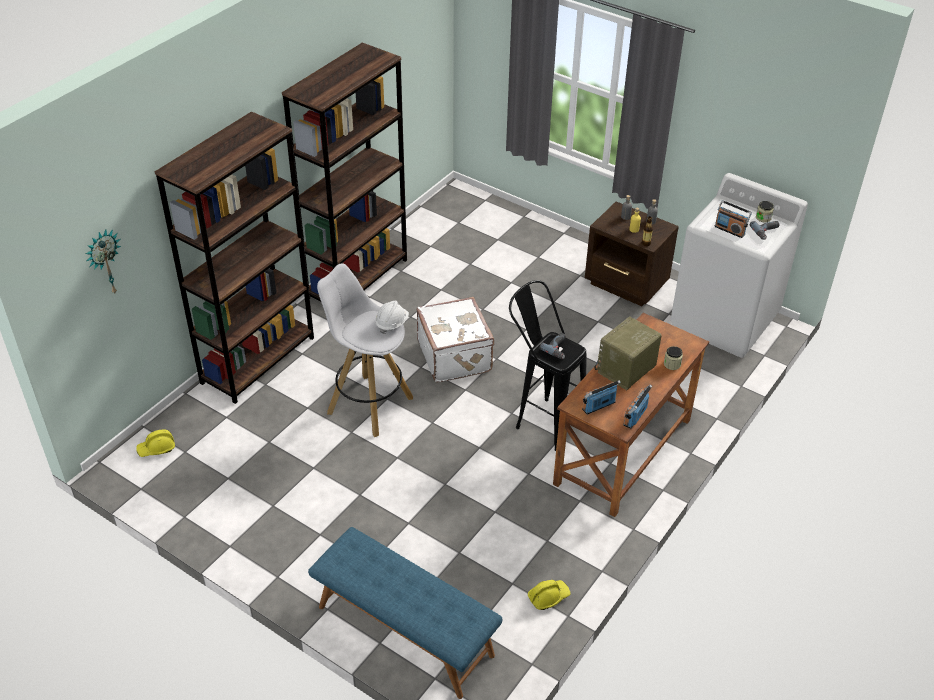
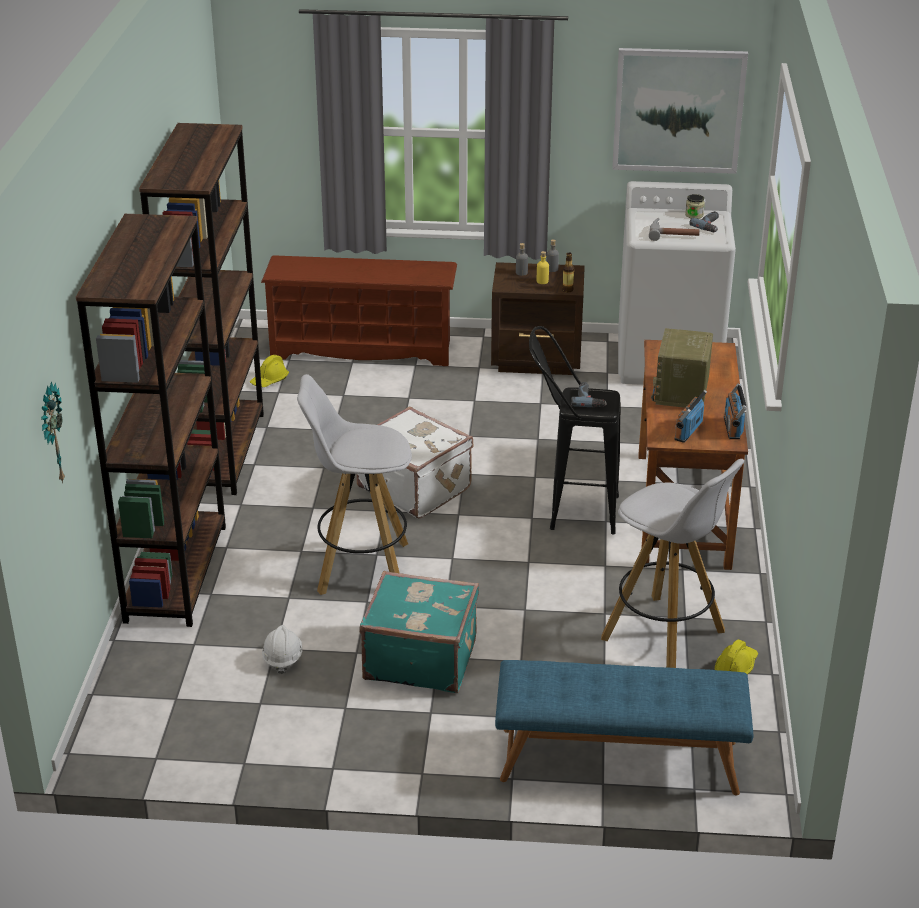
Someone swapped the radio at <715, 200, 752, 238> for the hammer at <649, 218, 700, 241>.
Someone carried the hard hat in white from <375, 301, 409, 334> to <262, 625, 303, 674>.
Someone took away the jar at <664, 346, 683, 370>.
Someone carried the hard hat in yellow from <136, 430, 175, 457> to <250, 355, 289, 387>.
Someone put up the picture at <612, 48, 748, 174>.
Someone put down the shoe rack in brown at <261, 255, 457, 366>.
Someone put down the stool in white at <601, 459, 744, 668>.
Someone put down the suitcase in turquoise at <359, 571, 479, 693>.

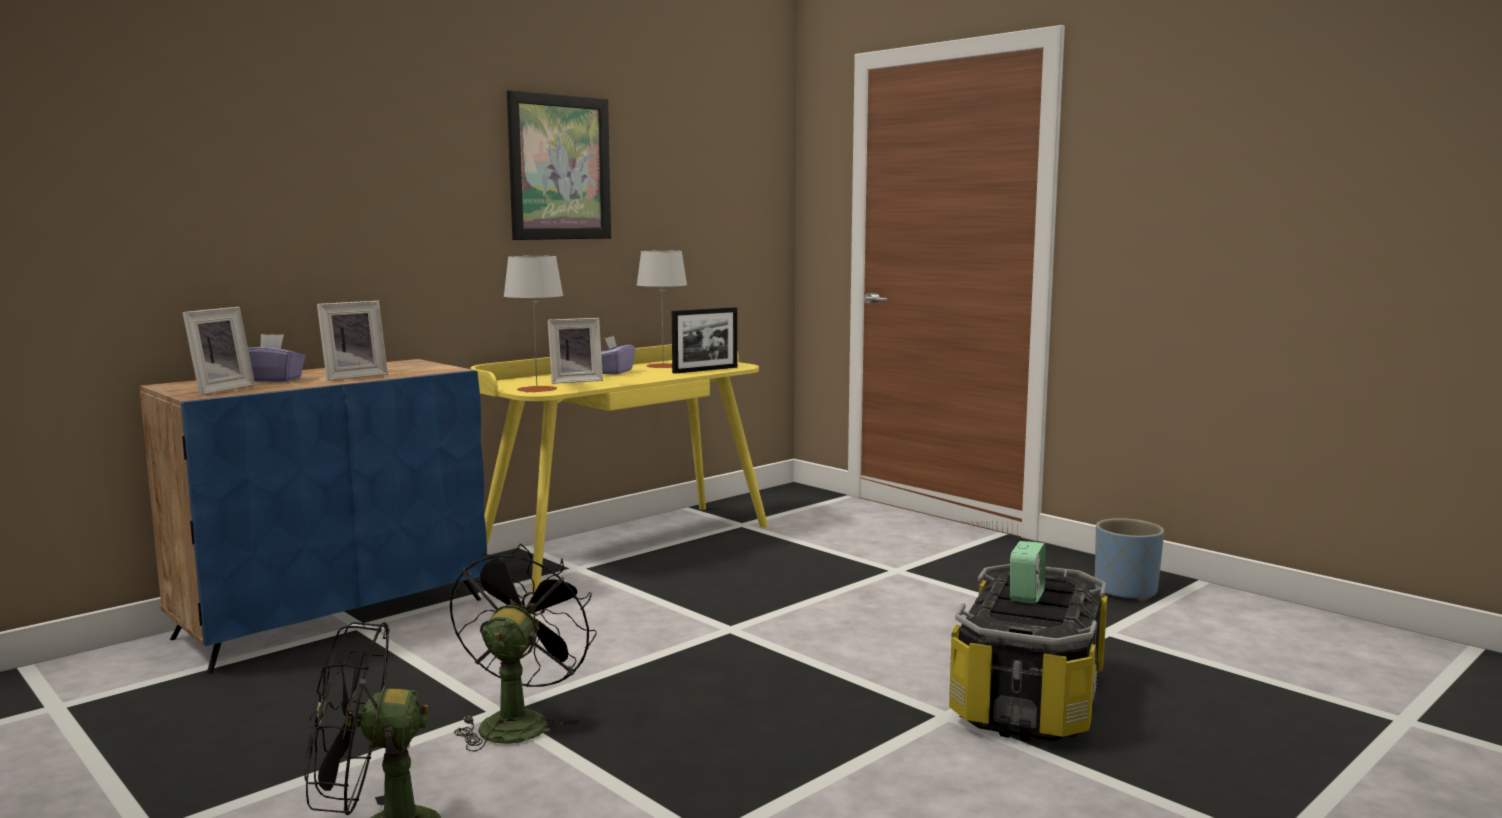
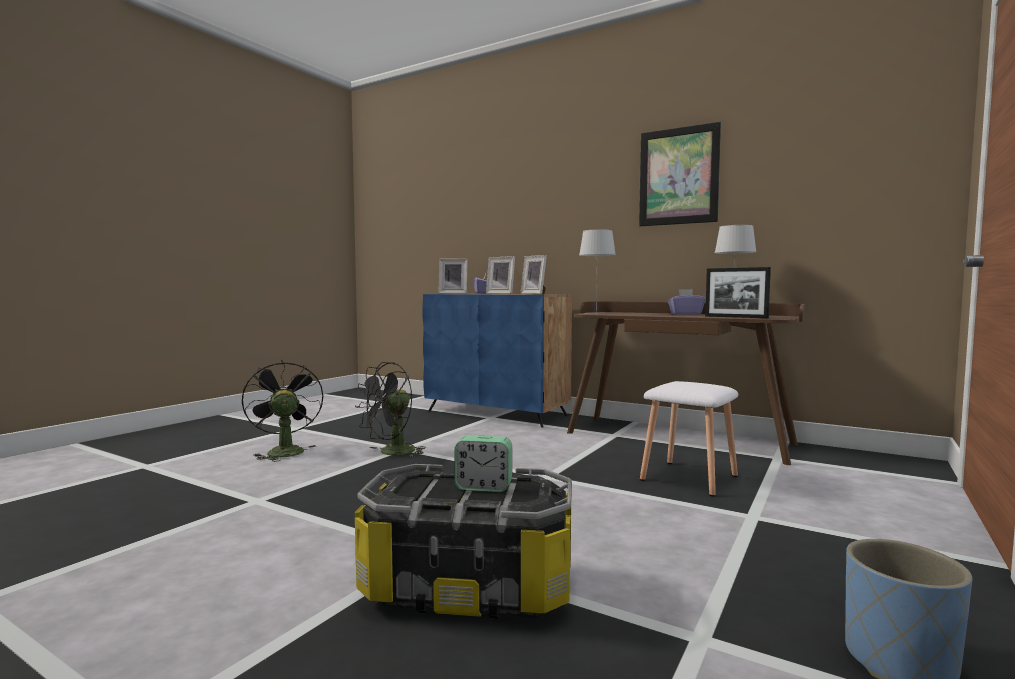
Someone carried the picture frame from <548, 318, 603, 384> to <520, 255, 547, 294>.
Someone repainted the desk in yellow at <471, 344, 768, 591>, which became the desk in brown at <567, 301, 805, 465>.
Someone rotated the fan in black at <450, 543, 597, 752> by 135 degrees clockwise.
Someone put down the stool in white at <640, 381, 738, 497>.

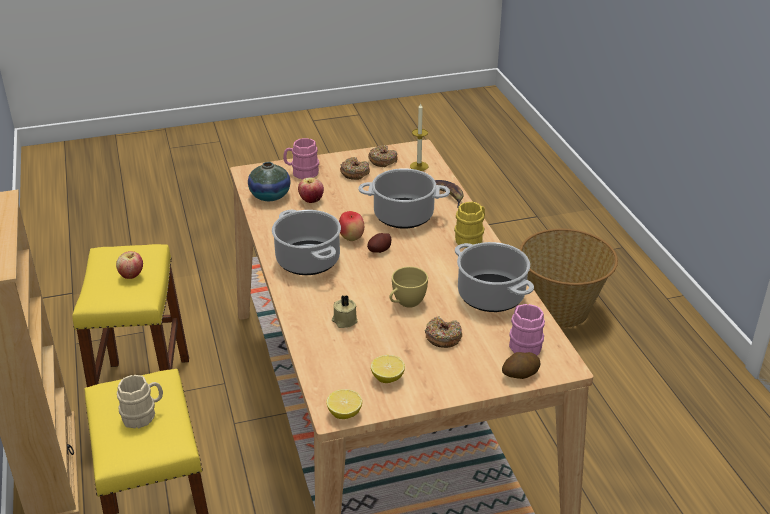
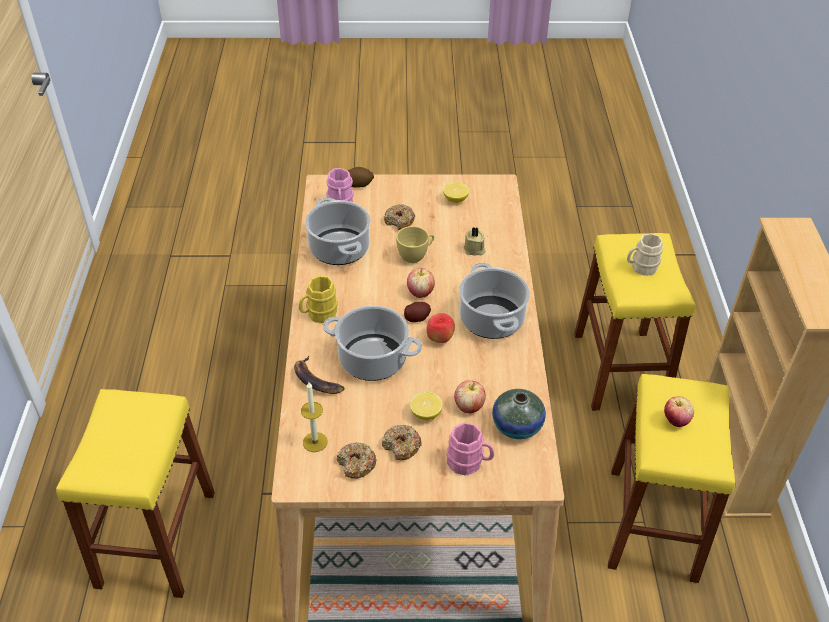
Someone swapped the basket at <519, 229, 618, 328> for the stool in yellow at <56, 389, 215, 598>.
Someone carried the lemon from <326, 389, 362, 419> to <410, 391, 443, 420>.
Someone put down the apple at <407, 268, 435, 298>.

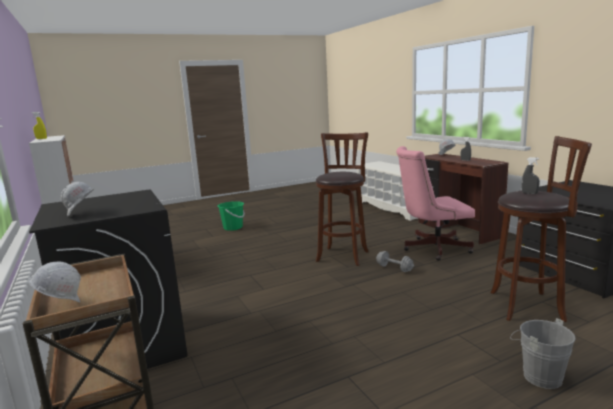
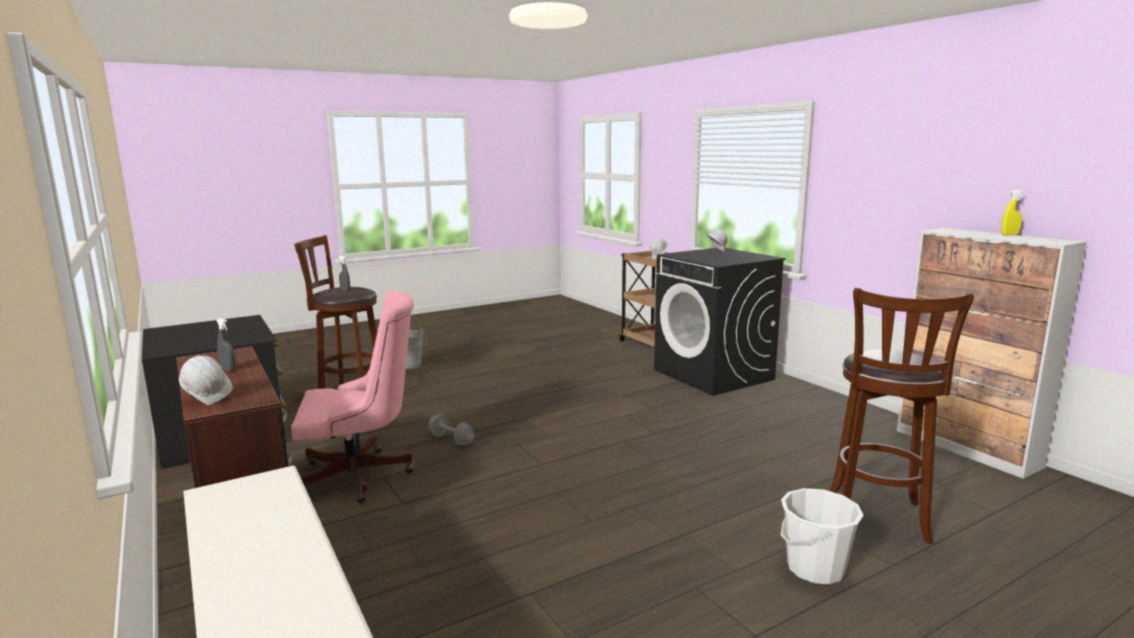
Someone carried the stool in brown from <316, 132, 368, 266> to <830, 288, 974, 544>.
Someone repainted the bucket in green at <217, 201, 245, 231>, which became the bucket in white at <780, 488, 864, 584>.

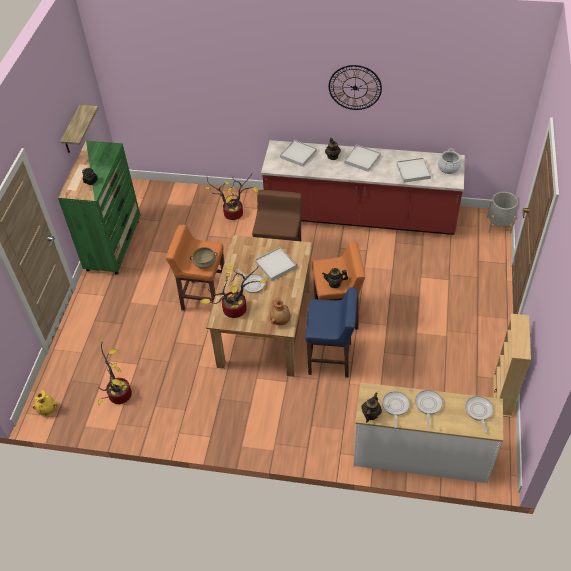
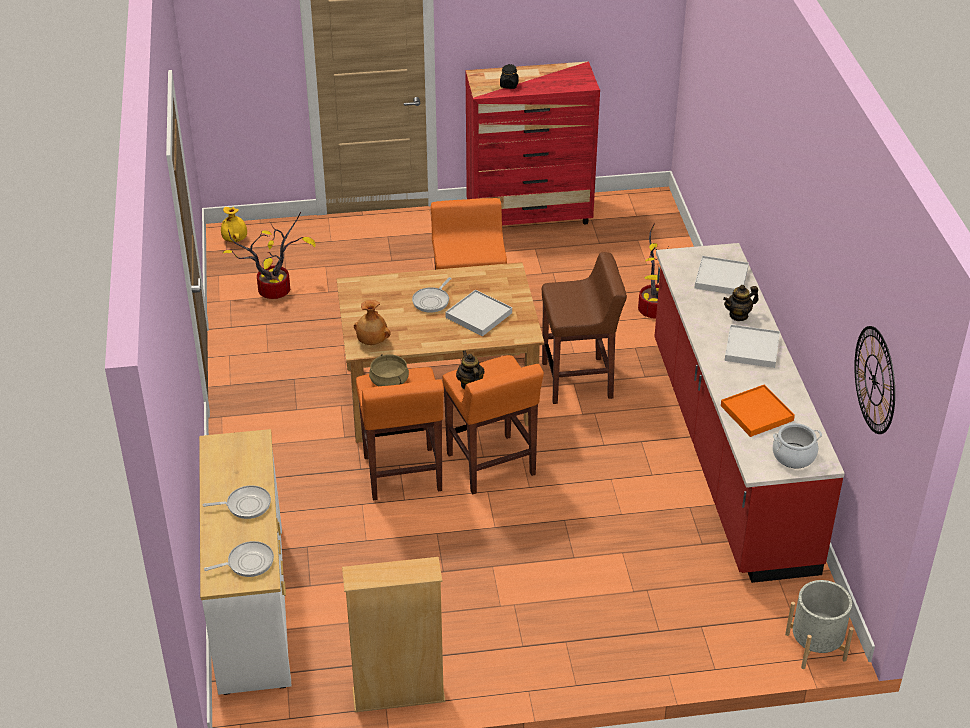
Someone carried the wall clock from <329, 65, 382, 110> to <854, 326, 895, 434>.
Someone took away the shelf at <60, 105, 98, 153>.
Someone repainted the dresser in green at <58, 141, 140, 274>, which became the dresser in red at <466, 61, 600, 225>.
Someone repainted the tray in white at <397, 158, 431, 183>, which became the tray in orange at <721, 384, 795, 437>.
Someone carried the cooking pot in beige from <190, 247, 218, 269> to <369, 354, 409, 386>.
Someone took away the potted plant at <200, 265, 267, 318>.
Someone repainted the stool in blue at <305, 287, 358, 378>, which became the stool in orange at <356, 367, 444, 500>.
Someone took away the frying pan at <382, 391, 410, 428>.
Someone took away the teapot at <361, 393, 382, 422>.

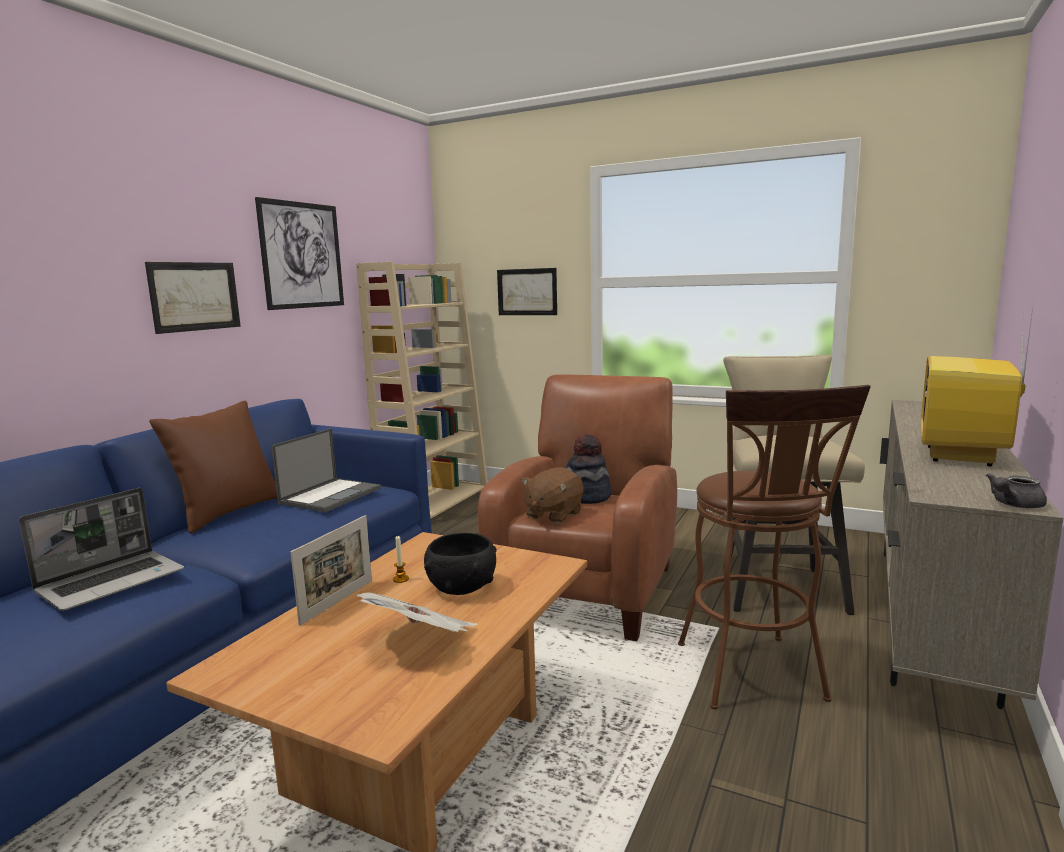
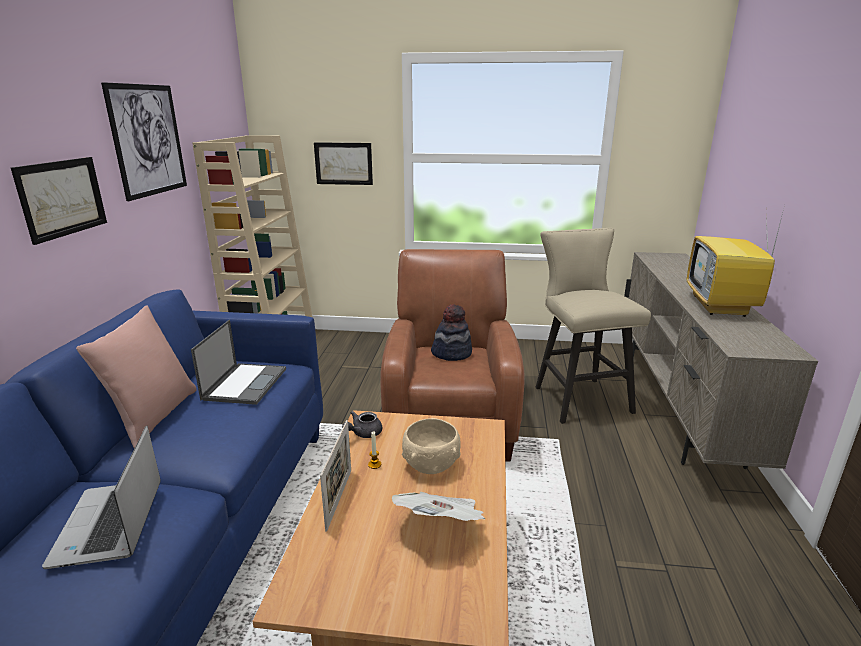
Someone took away the stool in brown at <678, 385, 871, 710>.
Someone repainted the pillow in brown at <149, 401, 277, 534>, which became the pillow in pink at <76, 305, 197, 448>.
Someone took away the plush toy in brown at <521, 467, 584, 523>.
Someone carried the teapot in grey from <986, 473, 1047, 508> to <342, 411, 382, 438>.
Someone rotated the laptop at <19, 488, 184, 611> by 150 degrees clockwise.
Someone repainted the bowl in black at <424, 533, 497, 595>, which became the bowl in beige at <402, 418, 461, 474>.

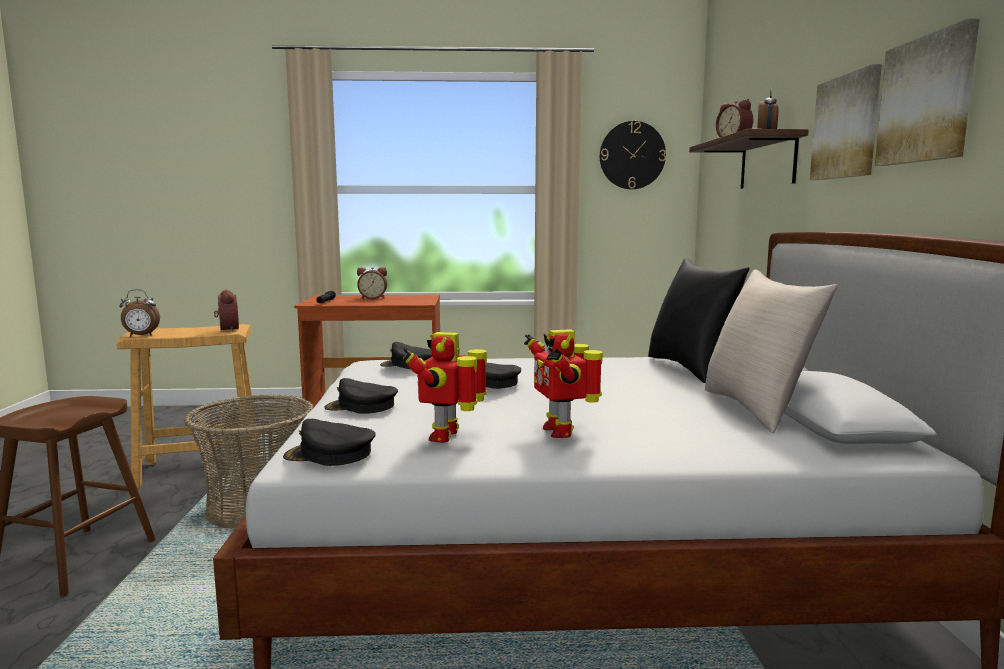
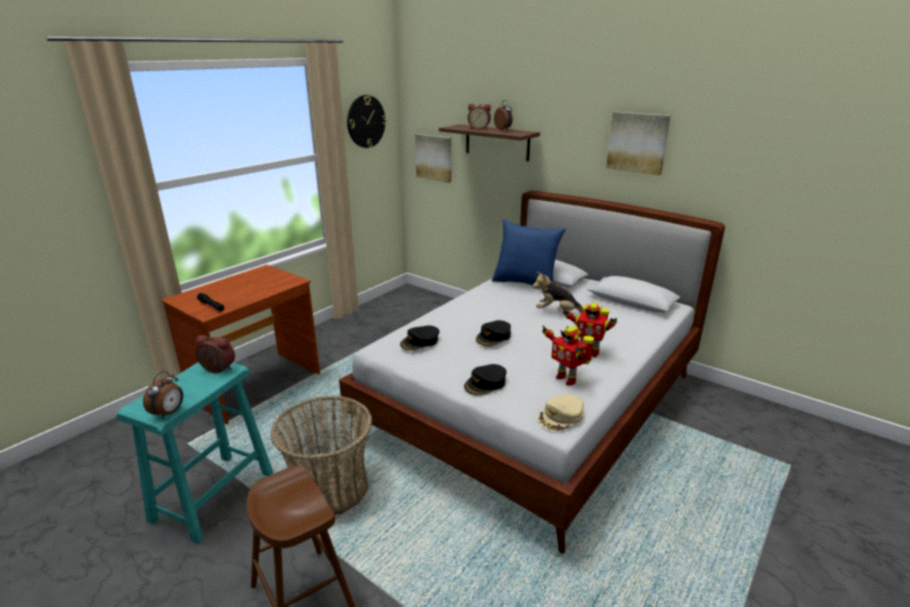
Someone carried the picture from <810, 64, 882, 180> to <415, 134, 451, 183>.
Someone repainted the pillow in black at <648, 258, 750, 383>, which became the pillow in blue at <492, 219, 566, 285>.
Someone took away the alarm clock at <357, 267, 387, 299>.
Someone took away the pillow in beige at <705, 269, 838, 433>.
Someone repainted the stool in beige at <117, 324, 260, 489>, which became the stool in turquoise at <116, 362, 273, 544>.
Someone repainted the cap in black at <283, 419, 376, 466>, which became the cap in beige at <538, 394, 584, 431>.
Someone put down the plush toy at <532, 272, 583, 312>.

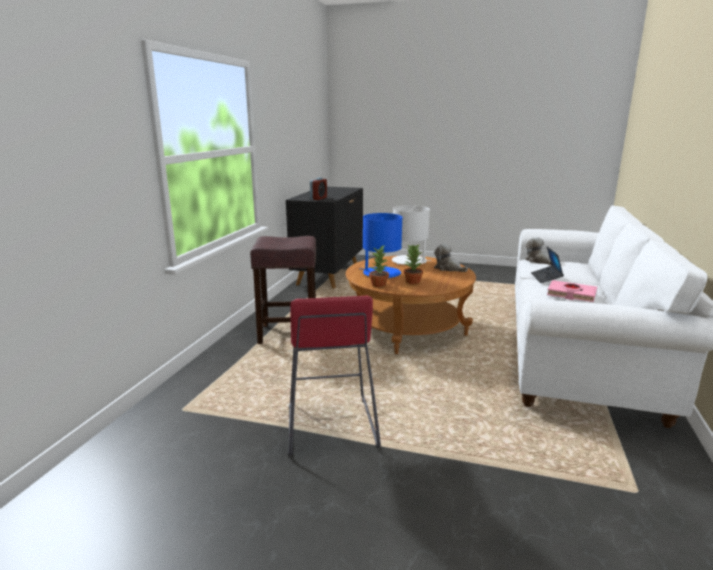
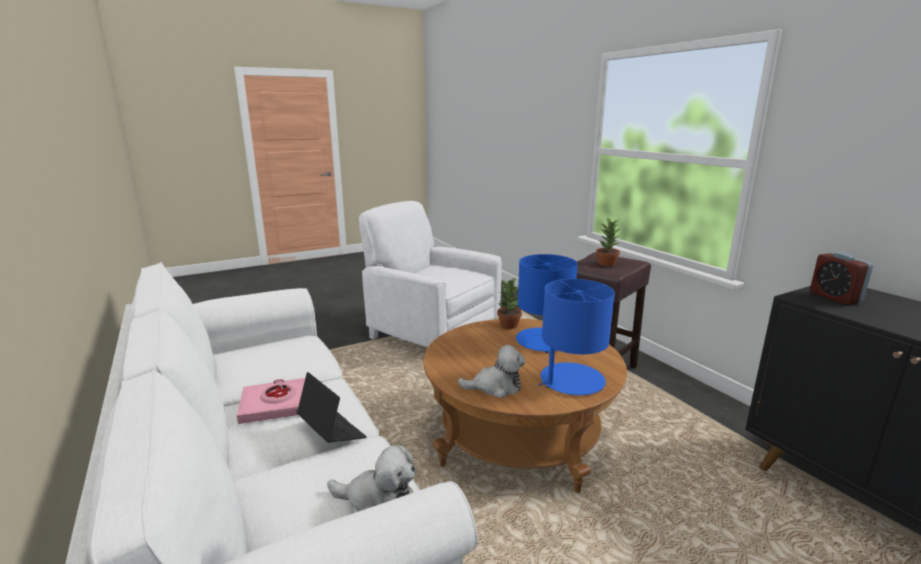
Someone repainted the table lamp in white at <392, 205, 432, 265>, which became the table lamp in blue at <538, 279, 615, 395>.
Someone carried the potted plant from <404, 244, 423, 284> to <596, 218, 620, 266>.
Someone swapped the stool in red at <288, 296, 381, 456> for the armchair in white at <359, 201, 502, 347>.

